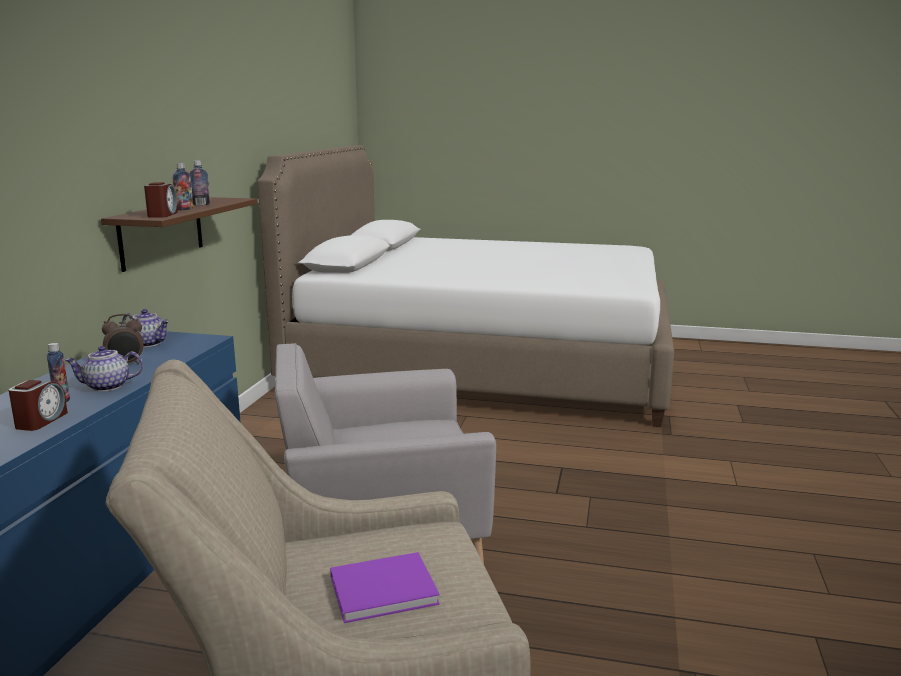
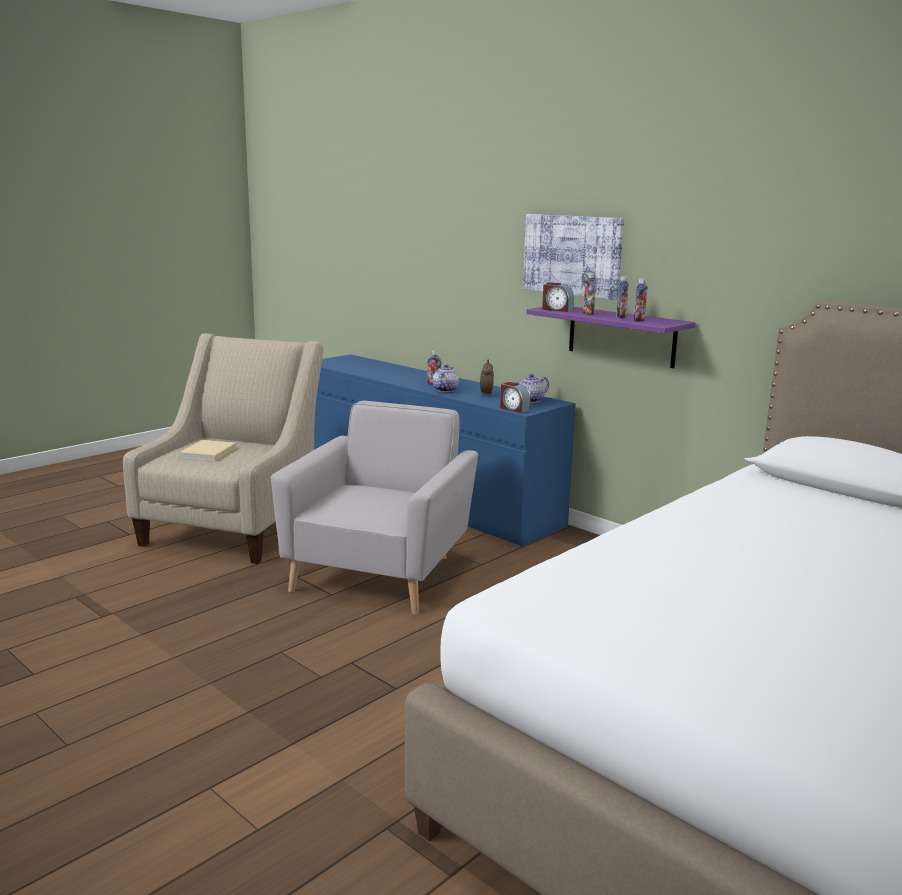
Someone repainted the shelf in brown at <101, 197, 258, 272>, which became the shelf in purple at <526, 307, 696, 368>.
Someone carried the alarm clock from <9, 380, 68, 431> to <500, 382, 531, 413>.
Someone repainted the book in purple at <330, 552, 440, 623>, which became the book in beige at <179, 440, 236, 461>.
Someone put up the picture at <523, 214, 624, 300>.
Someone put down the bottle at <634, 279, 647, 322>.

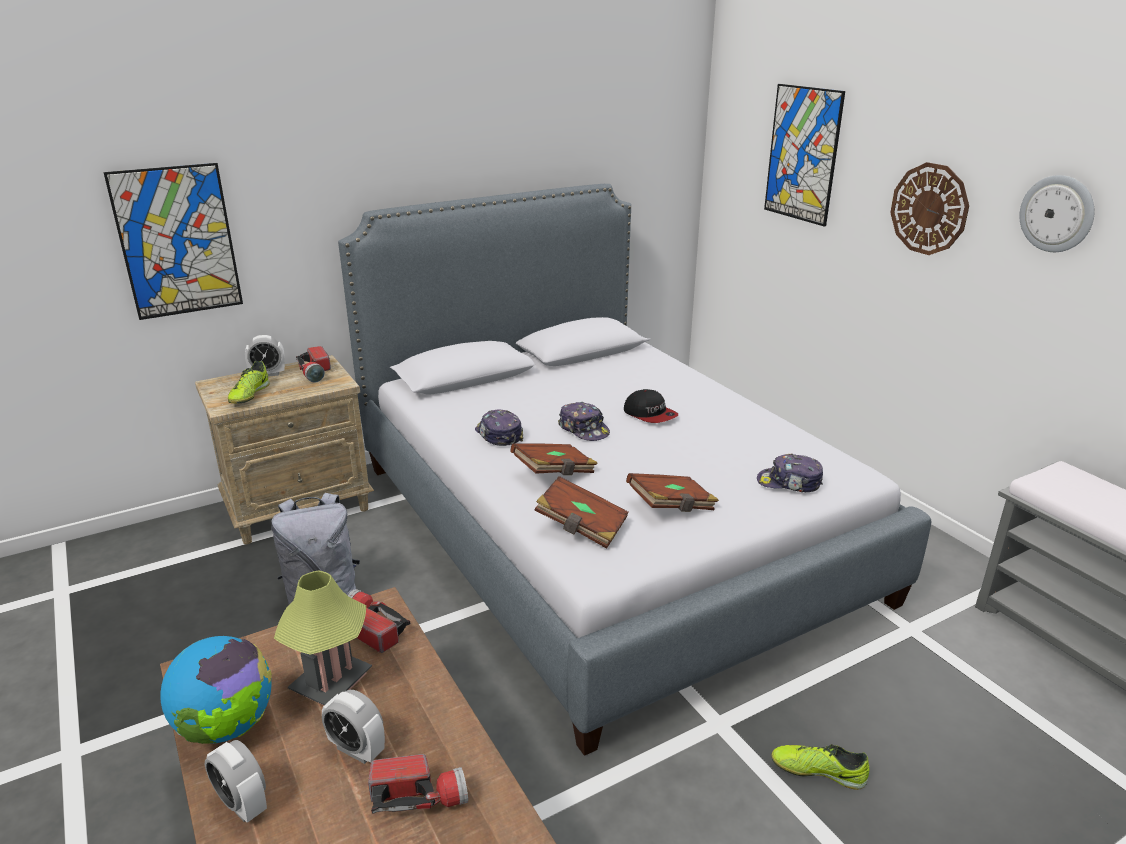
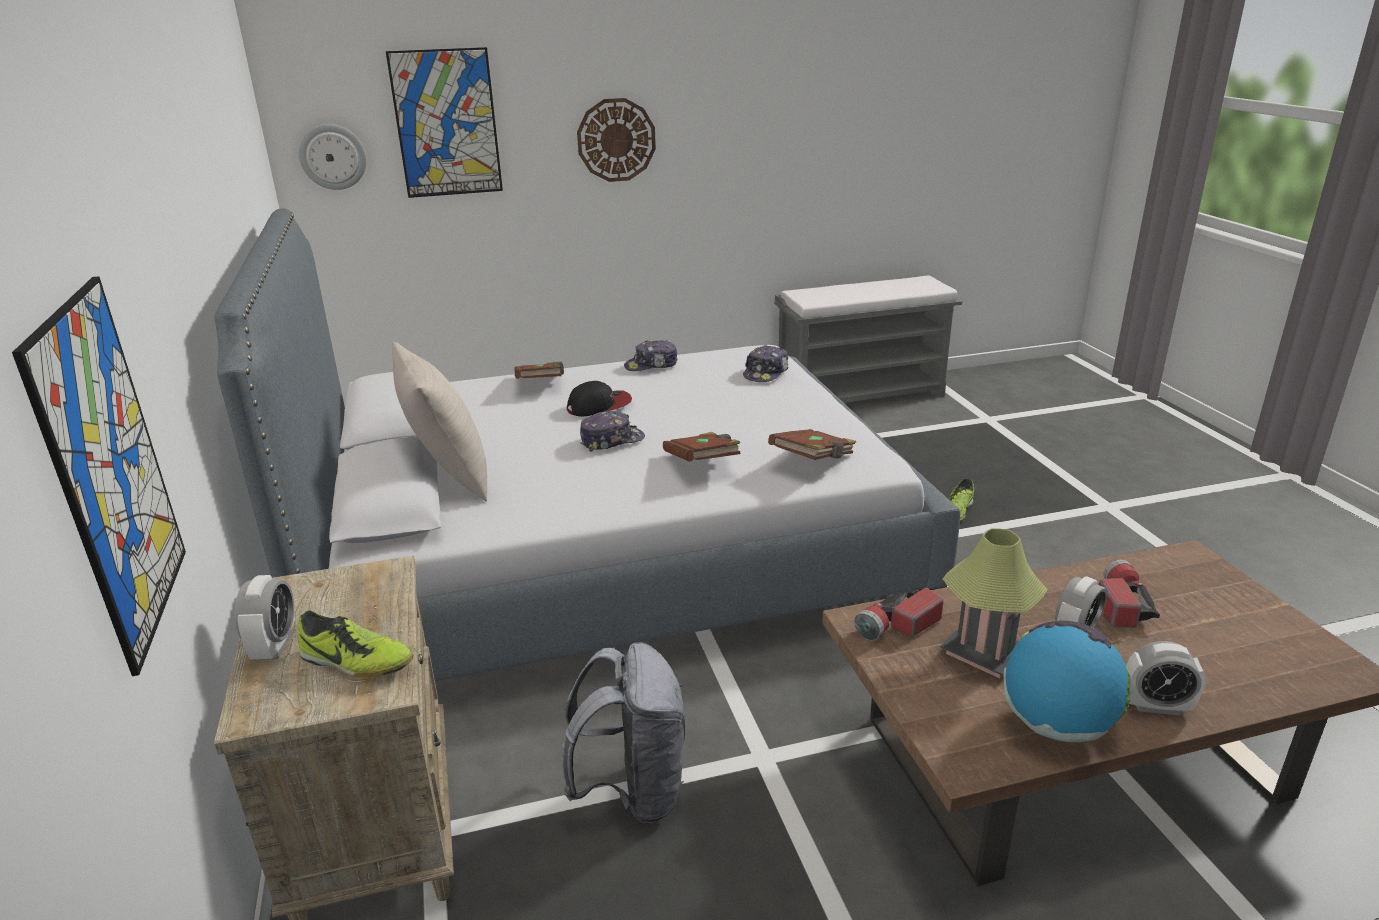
Someone carried the wall clock from <1019, 175, 1095, 252> to <299, 124, 367, 190>.
Someone took away the flashlight at <296, 346, 331, 383>.
Someone carried the cap from <475, 409, 523, 446> to <624, 340, 678, 371>.
Someone carried the book in brown from <626, 473, 719, 512> to <514, 361, 564, 379>.
Someone rotated the alarm clock at <205, 740, 267, 823> by 45 degrees clockwise.
Someone put down the pillow in beige at <392, 342, 487, 501>.

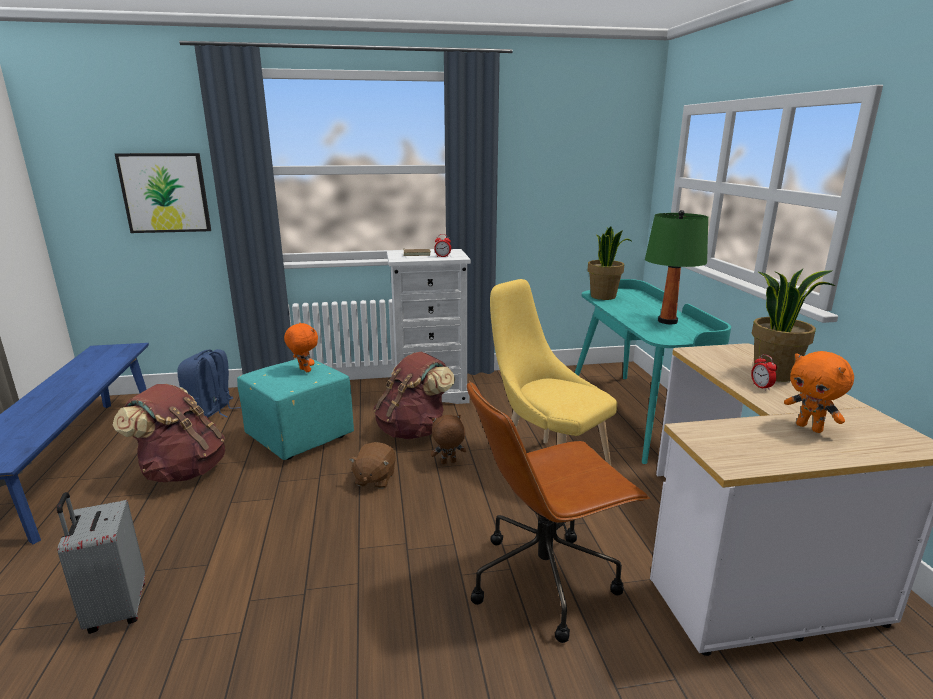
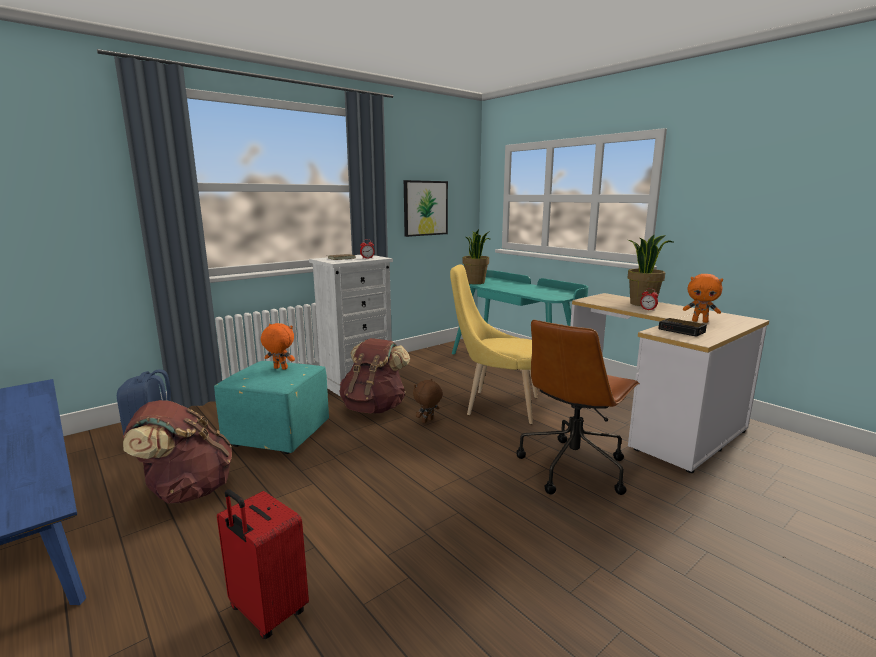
Someone carried the picture from <115, 153, 211, 233> to <404, 180, 448, 237>.
Someone took away the table lamp in green at <645, 210, 708, 324>.
Someone took away the plush toy in brown at <349, 442, 396, 489>.
Someone repainted the suitcase in grey at <57, 492, 145, 634>, which became the suitcase in red at <217, 489, 309, 639>.
Someone put down the alarm clock at <658, 318, 707, 337>.

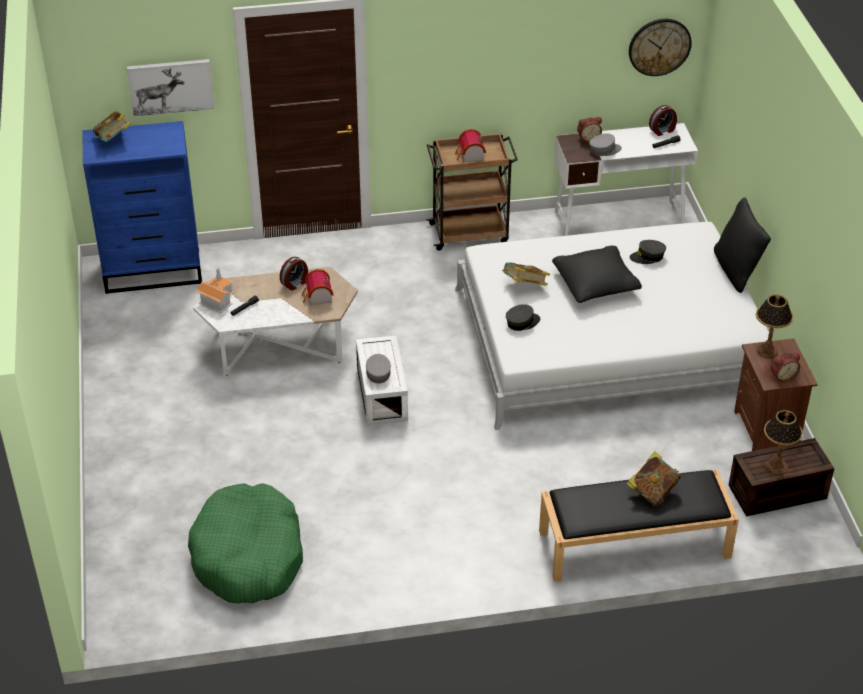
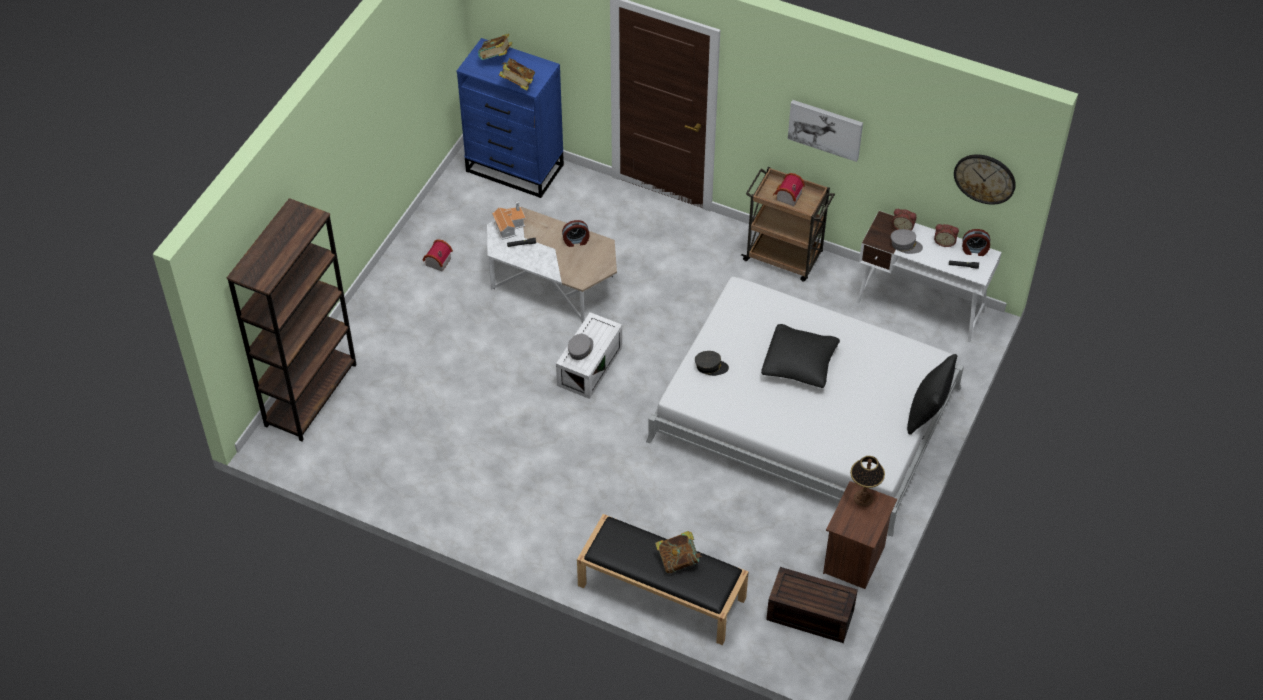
Someone carried the picture from <127, 59, 214, 116> to <788, 100, 863, 162>.
Someone took away the cap in grey at <630, 240, 666, 264>.
Someone carried the book from <502, 262, 550, 286> to <499, 58, 535, 91>.
Someone carried the toy house from <302, 269, 334, 305> to <423, 239, 453, 272>.
Someone carried the alarm clock from <770, 352, 800, 382> to <934, 224, 959, 247>.
Someone took away the table lamp at <764, 410, 803, 474>.
Someone took away the dog bed in green at <188, 483, 303, 604>.
Someone put down the bookcase in brown at <227, 198, 357, 441>.

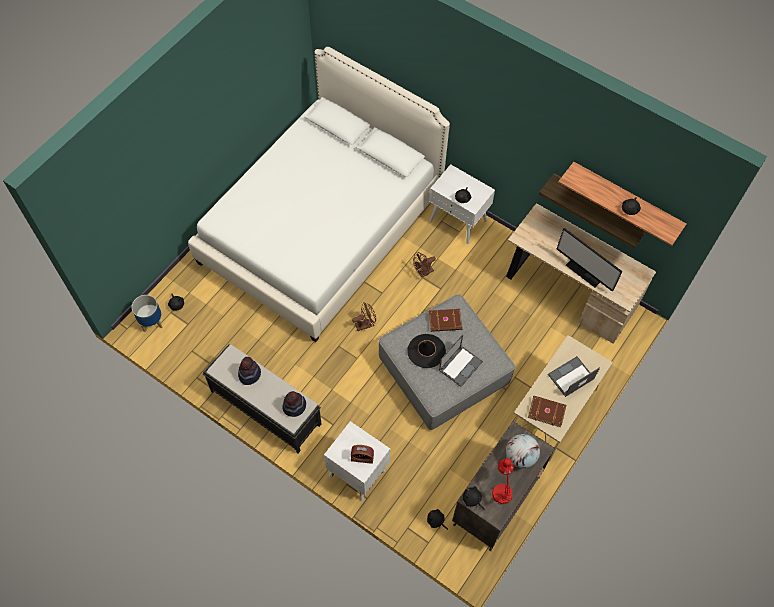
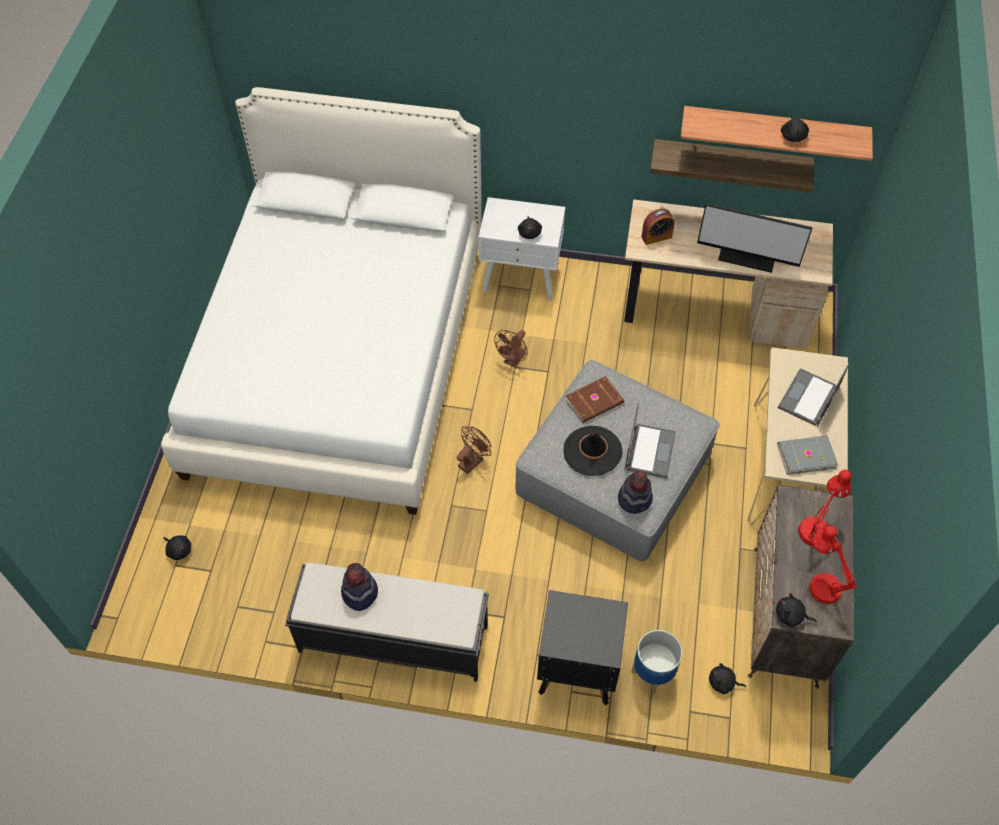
Someone carried the planter from <132, 295, 162, 332> to <632, 630, 682, 694>.
Someone carried the hat from <282, 391, 306, 417> to <618, 471, 653, 514>.
Someone repainted the book in brown at <528, 395, 566, 427>, which became the book in grey at <777, 435, 838, 475>.
Someone repainted the nightstand in white at <324, 421, 390, 501>, which became the nightstand in black at <537, 590, 628, 706>.
Someone swapped the globe at <506, 434, 540, 468> for the table lamp in red at <798, 470, 852, 546>.
Someone carried the alarm clock from <351, 445, 374, 464> to <641, 209, 675, 245>.

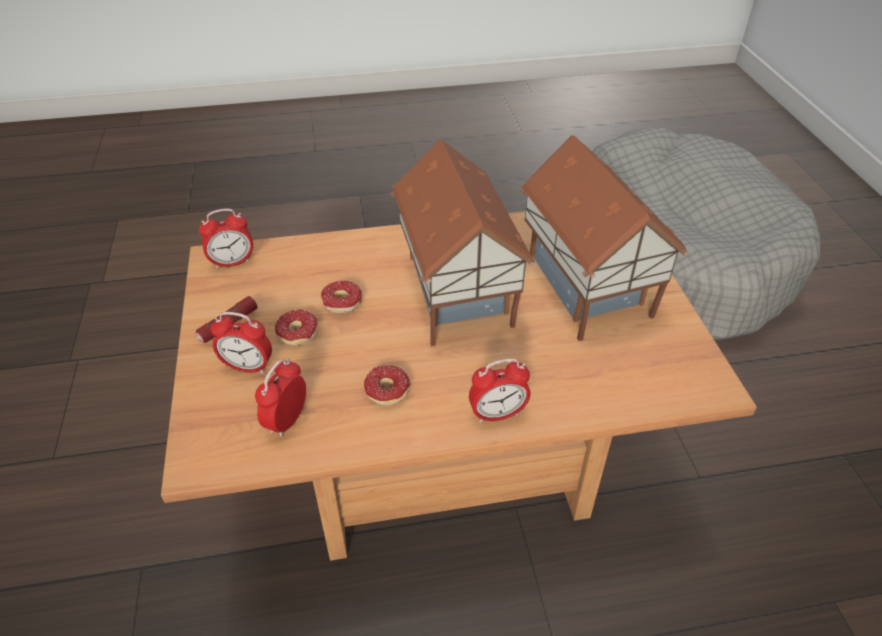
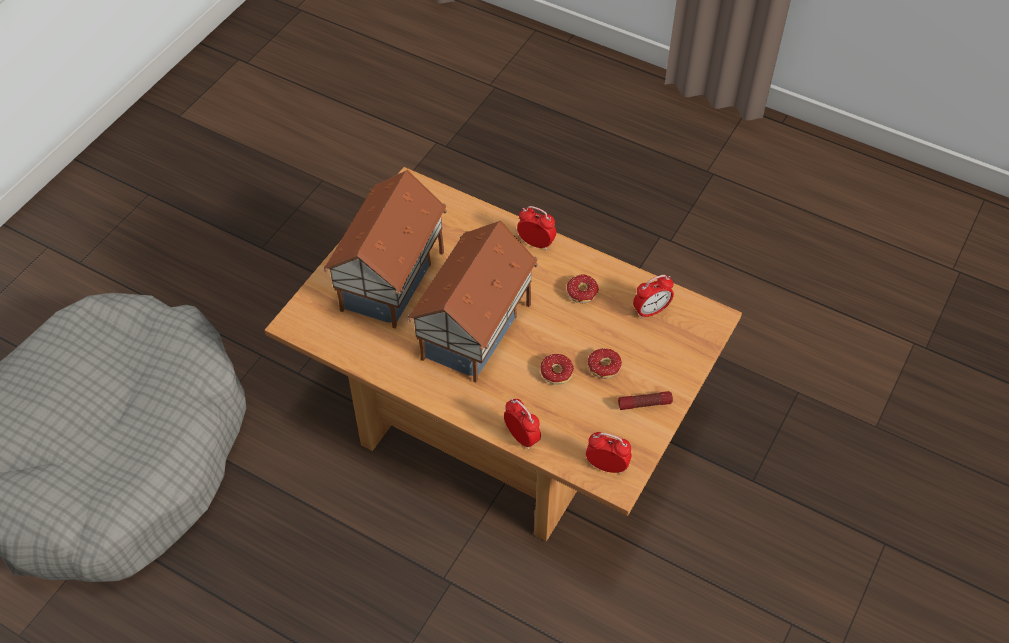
Someone carried the alarm clock from <210, 312, 272, 374> to <504, 398, 541, 450>.

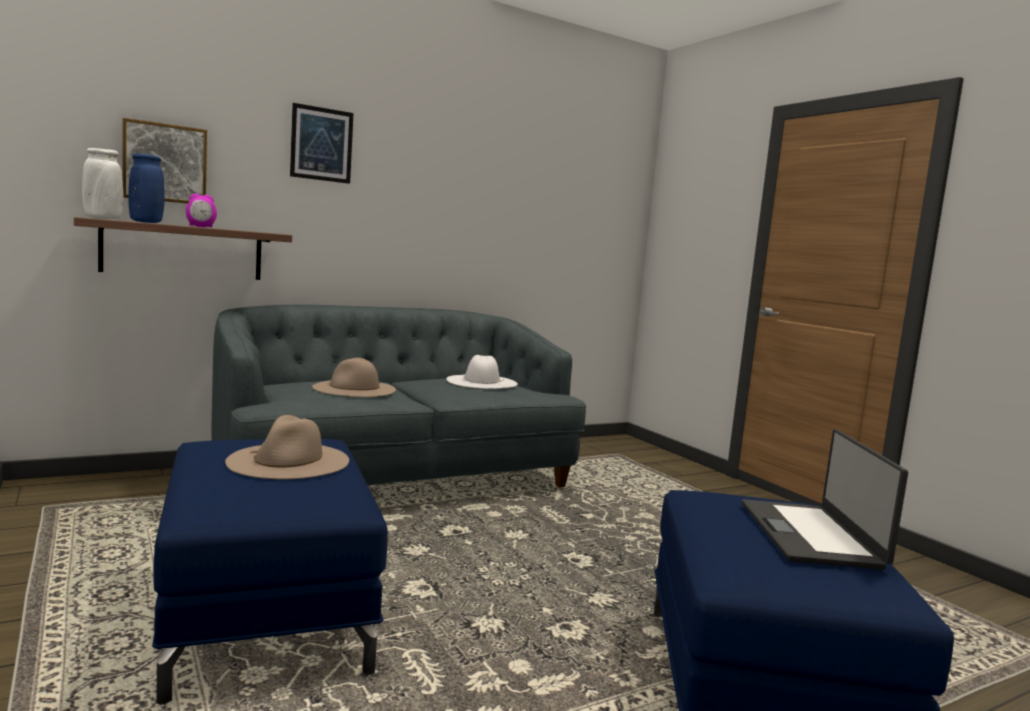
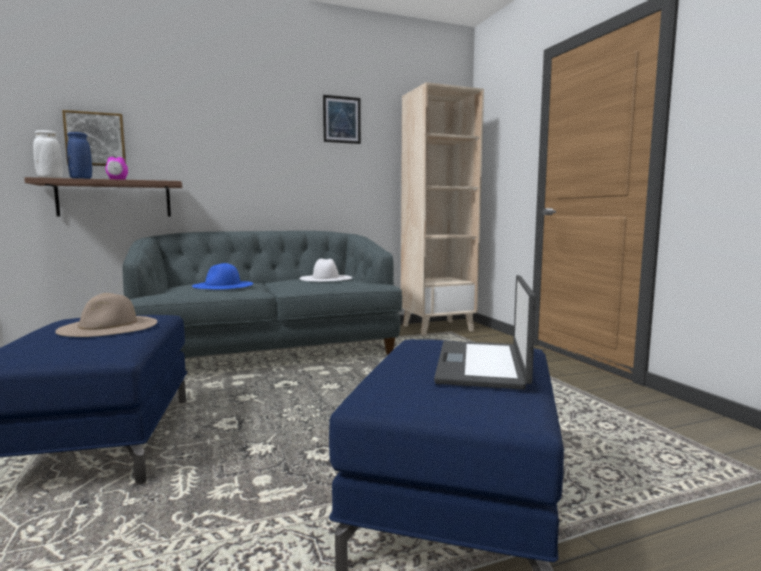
Someone carried the picture from <290, 103, 353, 184> to <323, 95, 361, 144>.
Someone repainted the hat in beige at <312, 358, 396, 397>, which became the hat in blue at <192, 263, 253, 289>.
Someone put down the bookcase in beige at <401, 82, 484, 336>.

